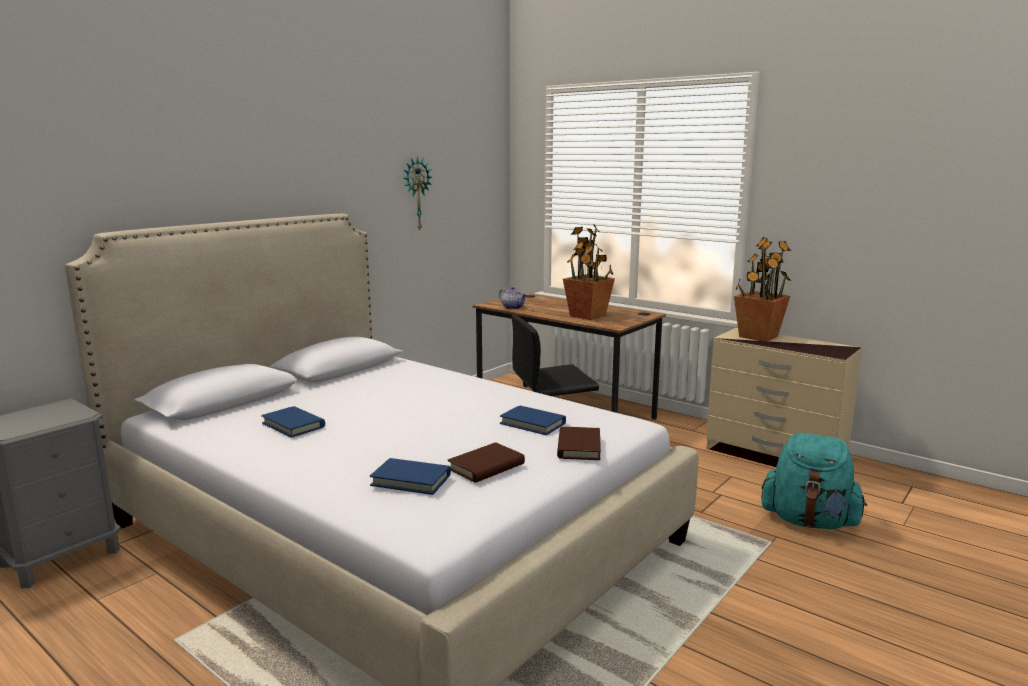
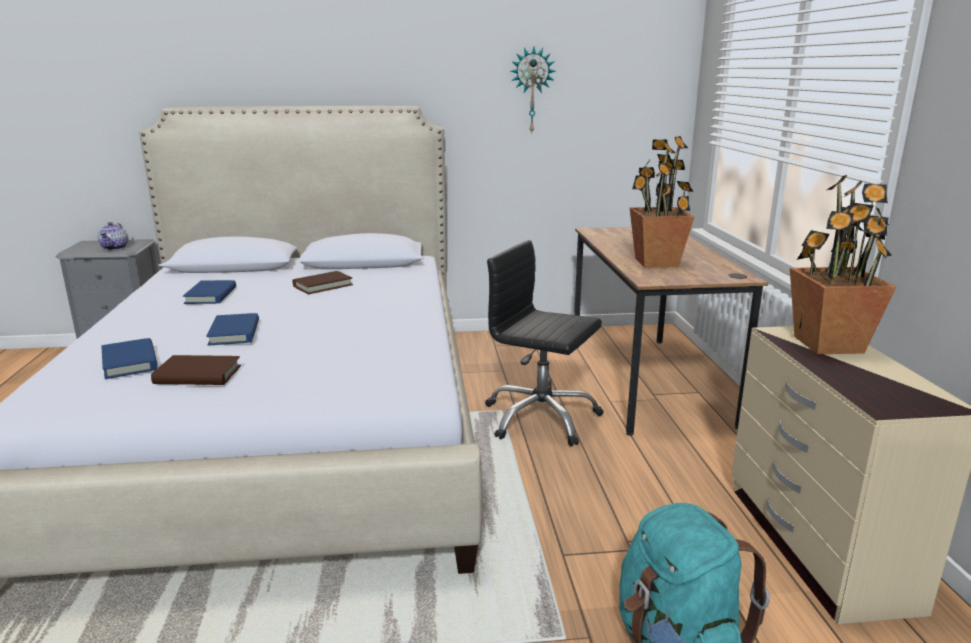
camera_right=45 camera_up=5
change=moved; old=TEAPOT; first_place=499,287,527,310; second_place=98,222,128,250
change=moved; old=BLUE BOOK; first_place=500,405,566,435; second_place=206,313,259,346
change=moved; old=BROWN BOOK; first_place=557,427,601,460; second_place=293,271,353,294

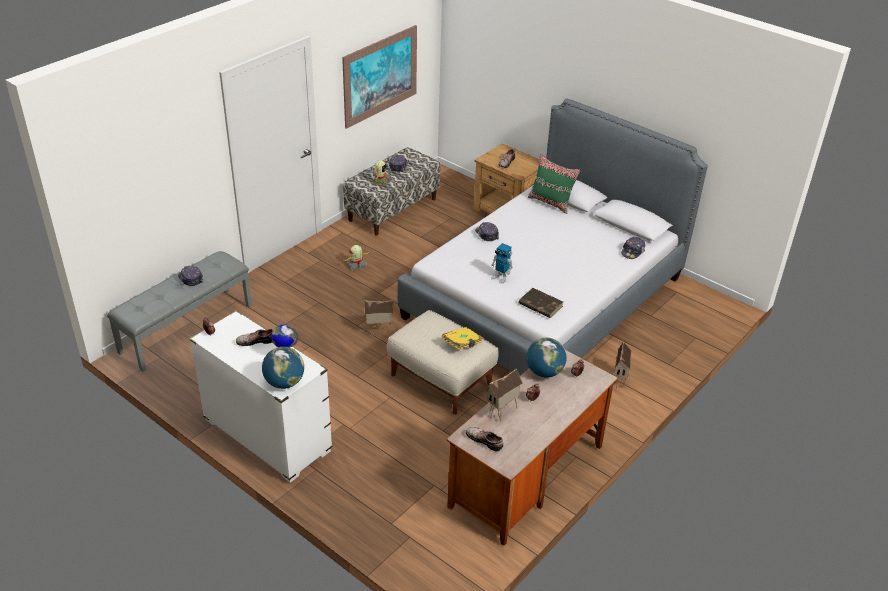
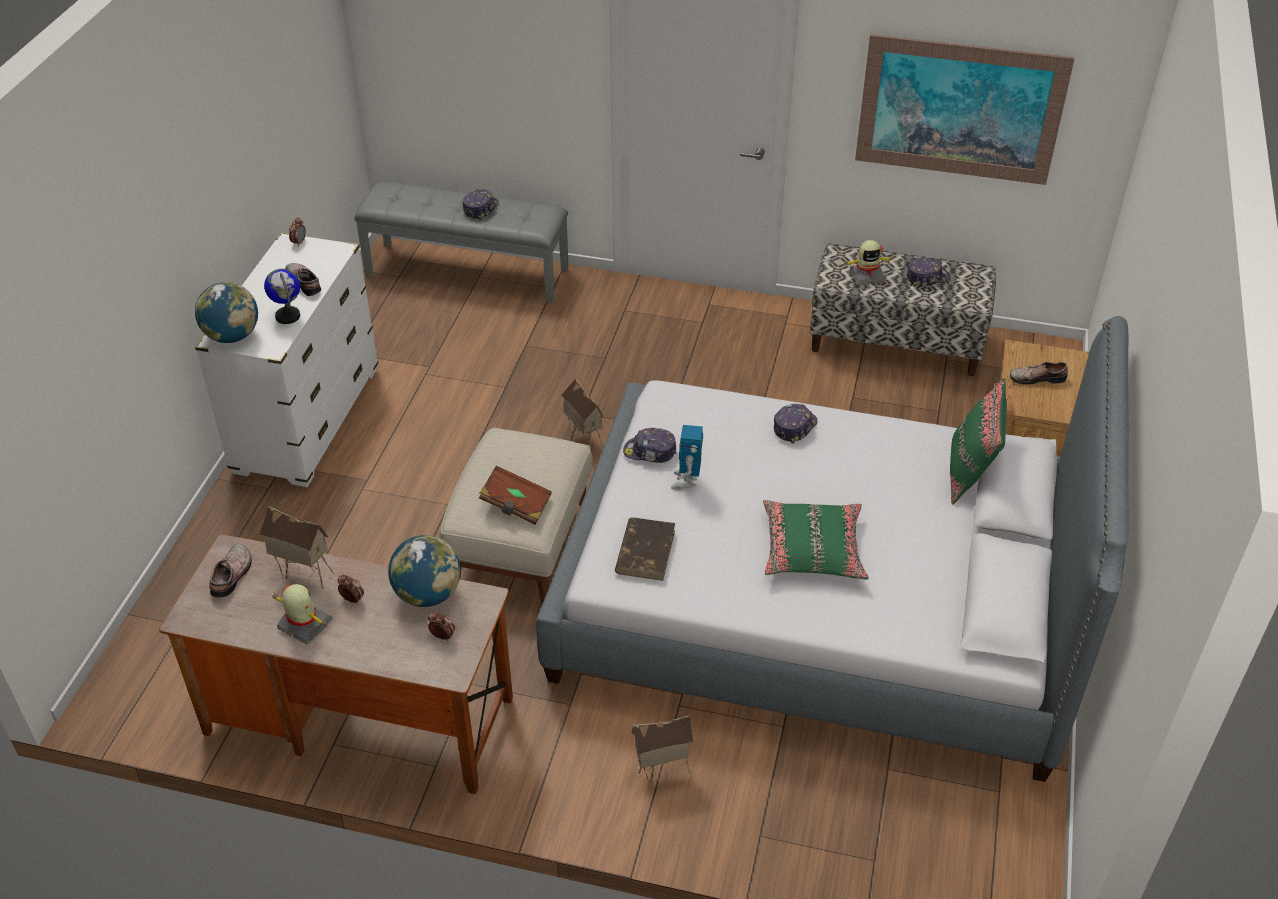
camera_right=65 camera_up=5
change=moved; old=TOY ROBOT; first_place=343,245,370,271; second_place=271,584,333,645
change=recoloured; old=YELLOW BOOK; new=BROWN BOOK; first_place=442,327,483,350; second_place=479,466,552,524
change=moved; old=CAP; first_place=621,237,645,259; second_place=623,428,676,463
change=added; new=GREEN PILLOW; second_place=763,500,869,580

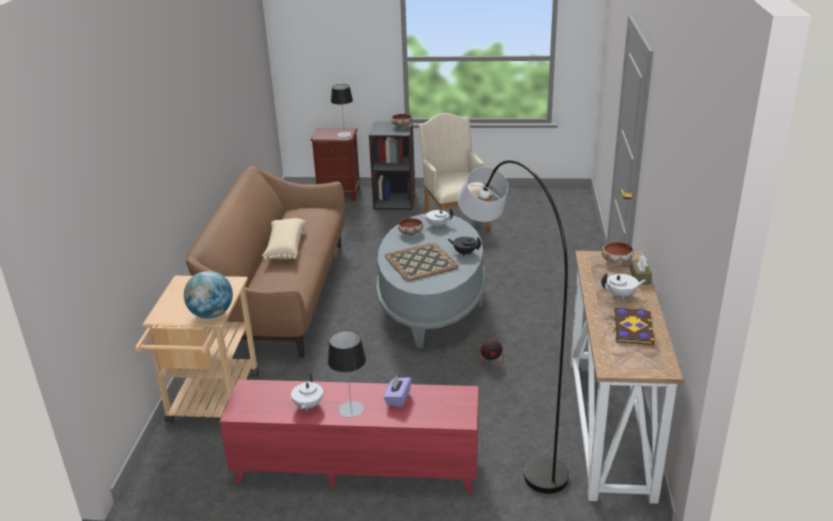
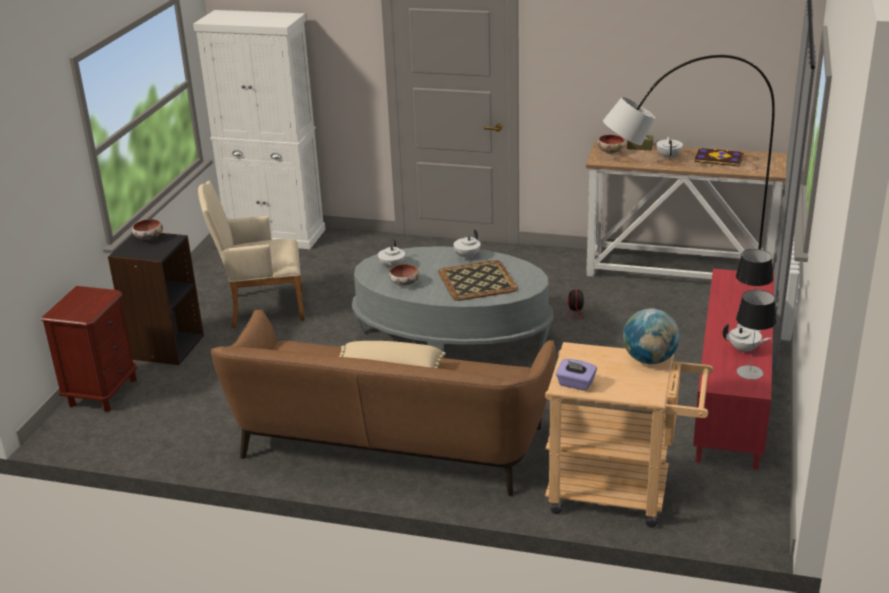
camera_right=-80 camera_up=0
change=added; new=WHITE CABINET; second_place=193,10,326,249
change=recoloured; old=BLACK TEAPOT; new=WHITE TEAPOT; first_place=448,236,481,256; second_place=453,230,481,260
change=moved; old=PURPLE TISSUE BOX; first_place=384,375,411,408; second_place=556,359,597,391
change=moved; old=TABLE LAMP; first_place=331,84,353,137; second_place=736,290,776,379

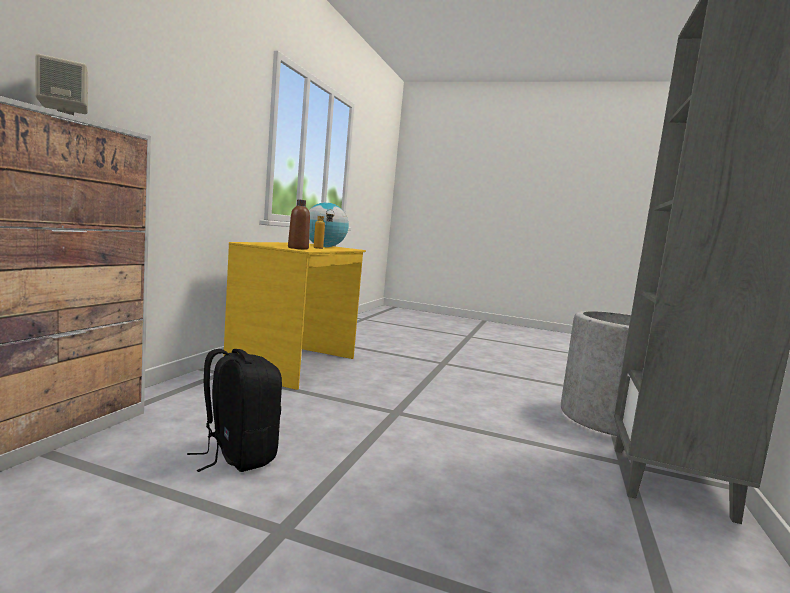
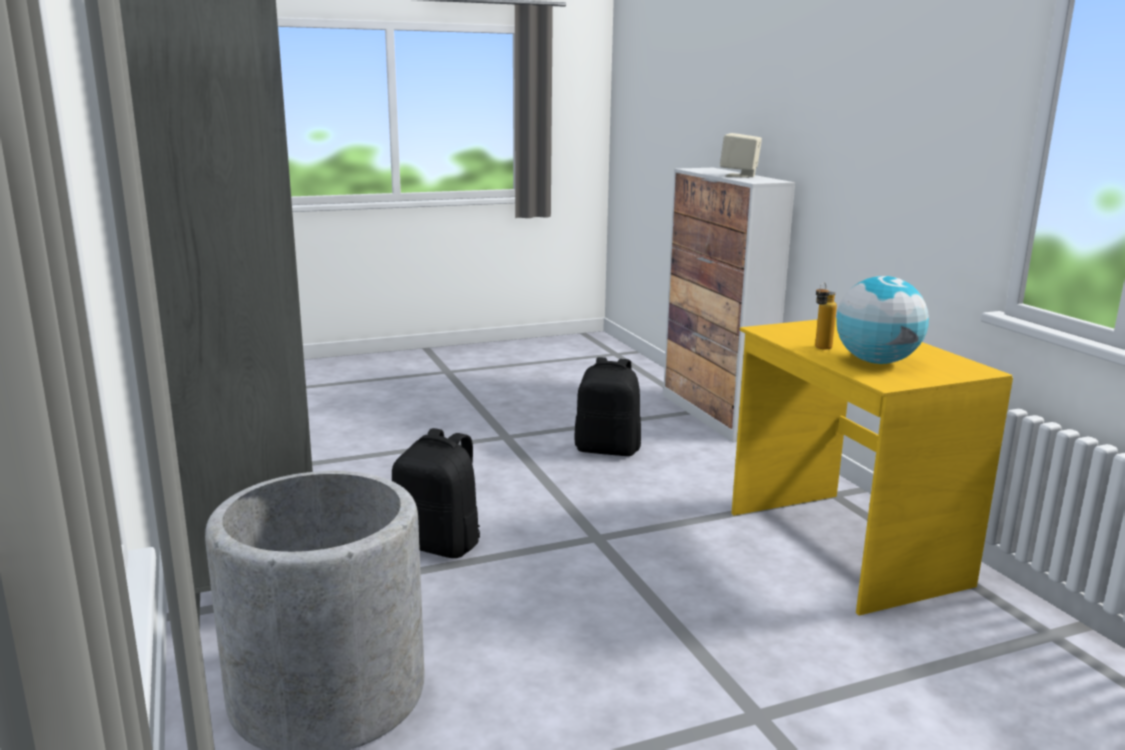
camera_right=140 camera_up=10
change=added; new=BLACK BACKPACK; second_place=392,428,480,558
change=removed; old=BROWN BOTTLE; first_place=288,199,310,250

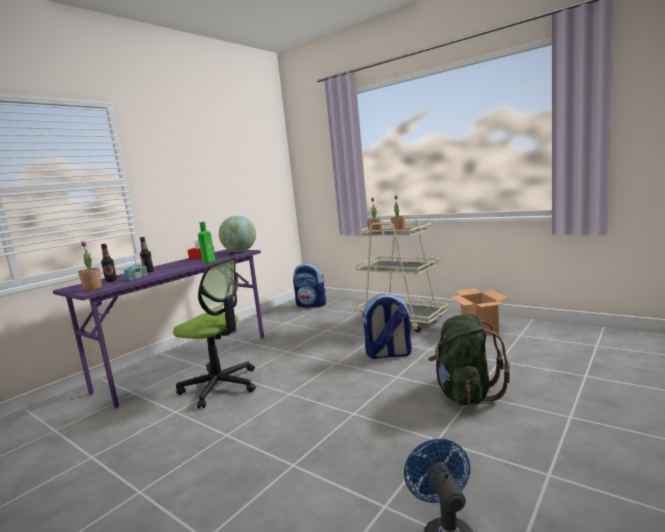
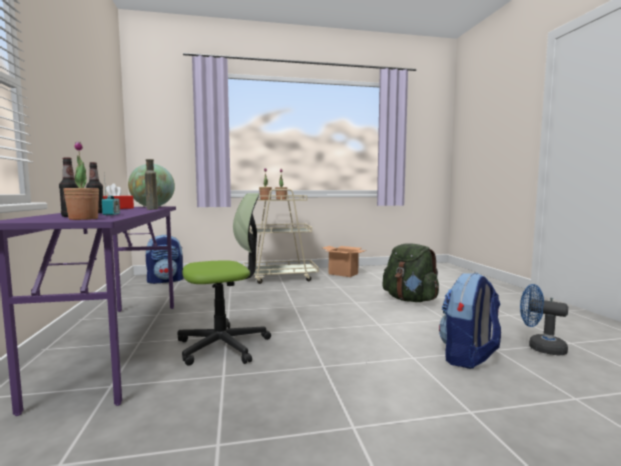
camera_right=-50 camera_up=-5
change=recoloured; old=GREEN BOTTLE; new=BROWN BOTTLE; first_place=198,222,215,263; second_place=145,159,158,210
change=moved; old=BACKPACK; first_place=362,294,412,359; second_place=439,273,501,369

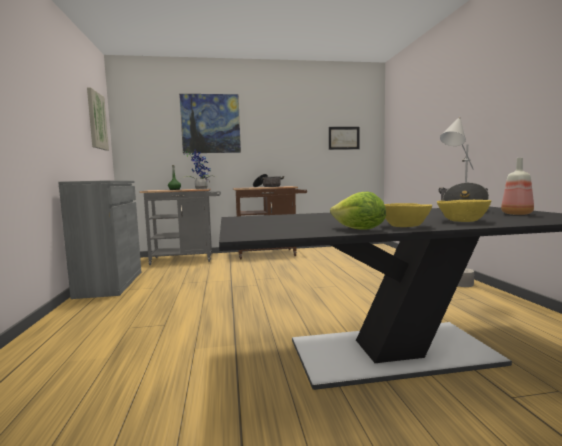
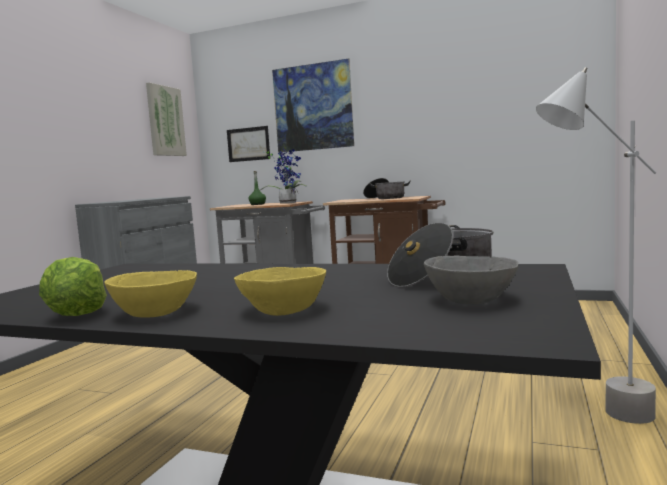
camera_right=30 camera_up=0
change=moved; old=PICTURE; first_place=329,127,359,150; second_place=227,126,270,162
change=replaced; old=BOTTLE; new=GREY BOWL; first_place=501,158,534,215; second_place=424,255,518,304

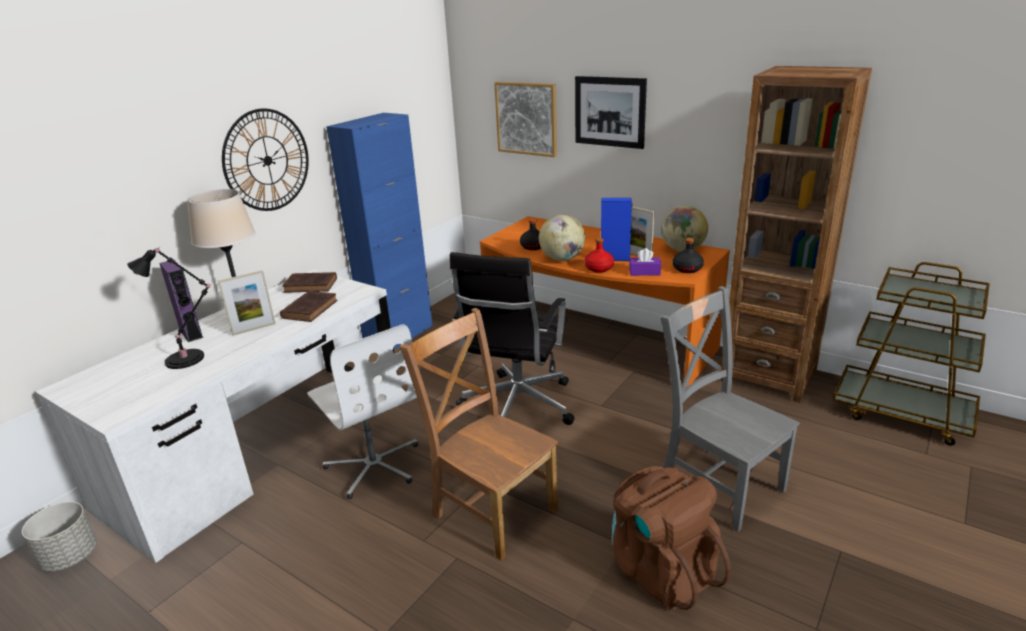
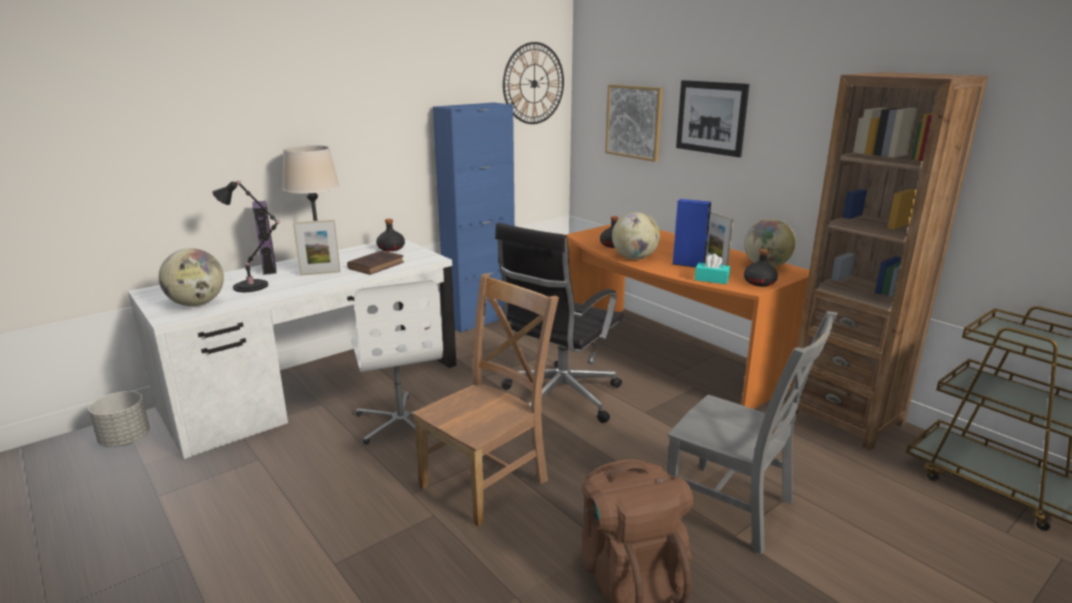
camera_right=15 camera_up=-5
change=added; new=GLOBE; second_place=159,248,224,306
change=replaced; old=BROWN BOOK; new=BLACK BOTTLE; first_place=282,272,337,293; second_place=376,219,405,251
change=turned; old=BROWN CHAIR; first_place=400,308,558,560; second_place=412,273,559,527; degrees=75
change=moved; old=WALL CLOCK; first_place=222,108,309,211; second_place=503,42,564,124
change=turned; old=GREY CHAIR; first_place=660,286,800,532; second_place=667,311,837,554; degrees=150
change=recoloured; old=PURPLE TISSUE BOX; new=TURQUOISE TISSUE BOX; first_place=629,248,661,276; second_place=695,254,730,284
change=removed; old=RED BOTTLE; first_place=585,238,614,273

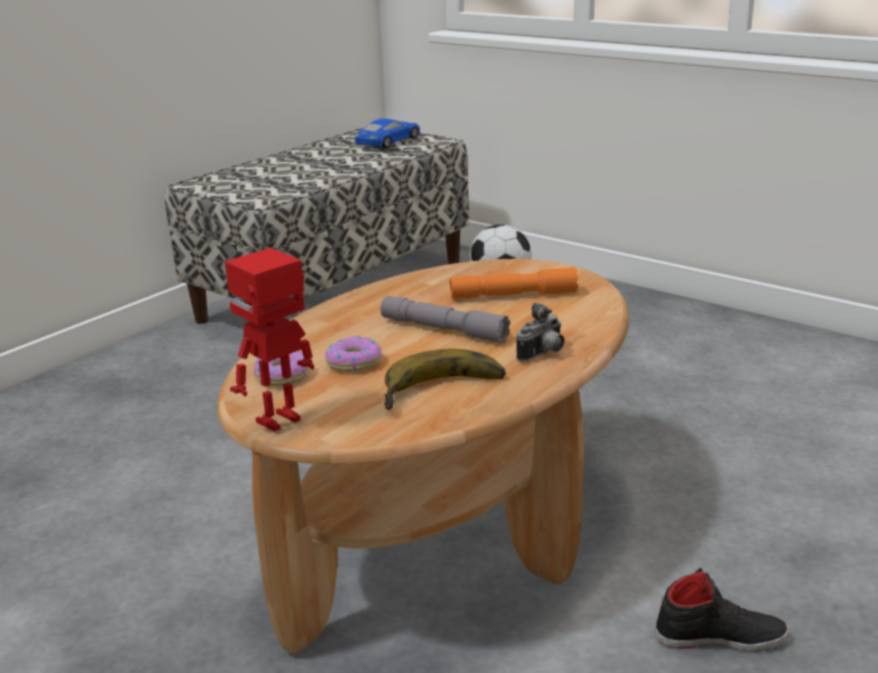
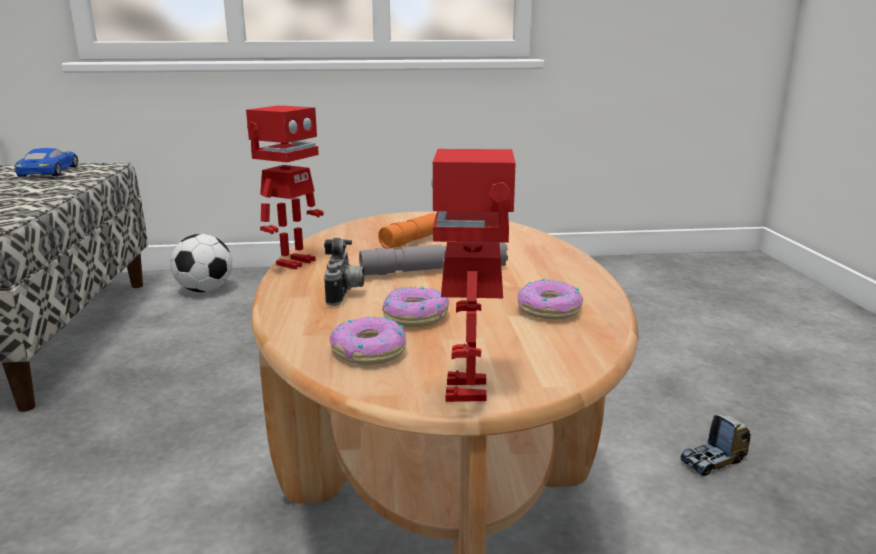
camera_right=-45 camera_up=-5
change=added; new=TOY ROBOT; second_place=246,105,324,269
change=moved; old=PHOTO CAMERA; first_place=516,303,564,362; second_place=324,238,364,306
change=replaced; old=BANANA; new=DONUT; first_place=384,349,506,410; second_place=517,279,583,319
change=replaced; old=BLACK SHOE; new=TOY TRUCK; first_place=655,568,789,651; second_place=681,415,751,476

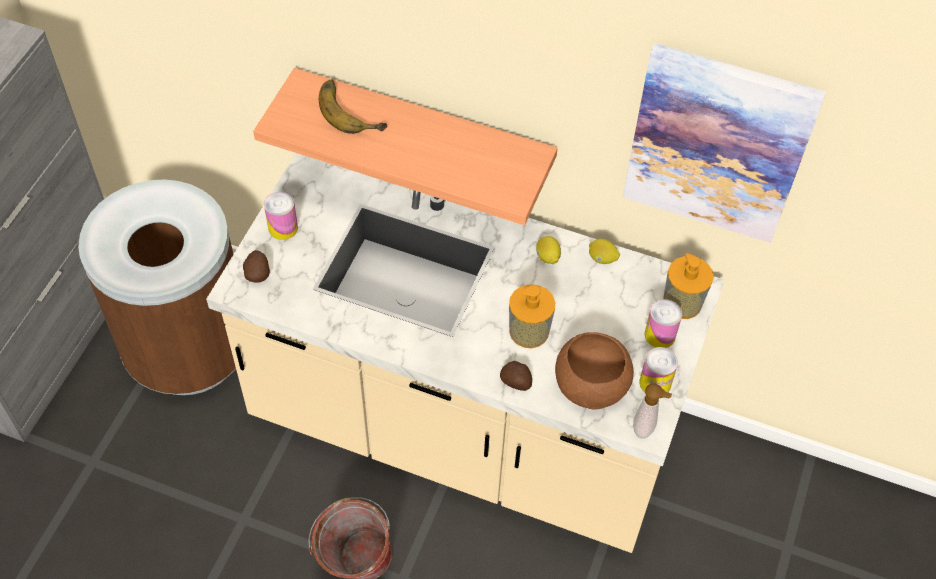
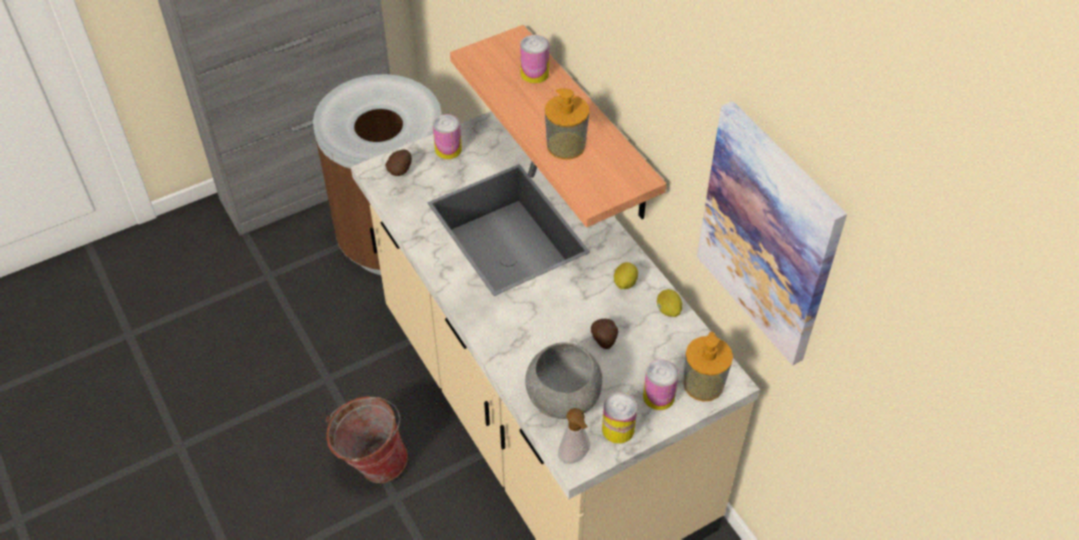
camera_right=40 camera_up=-5
change=replaced; old=BANANA; new=CAN; first_place=319,79,387,134; second_place=520,35,549,84
change=recoloured; old=BROWN BOWL; new=GREY BOWL; first_place=555,332,634,409; second_place=525,342,602,419
change=moved; old=SOAP DISPENSER; first_place=509,284,555,348; second_place=545,88,589,159
change=moved; old=POTATO; first_place=500,361,532,391; second_place=591,319,618,349

